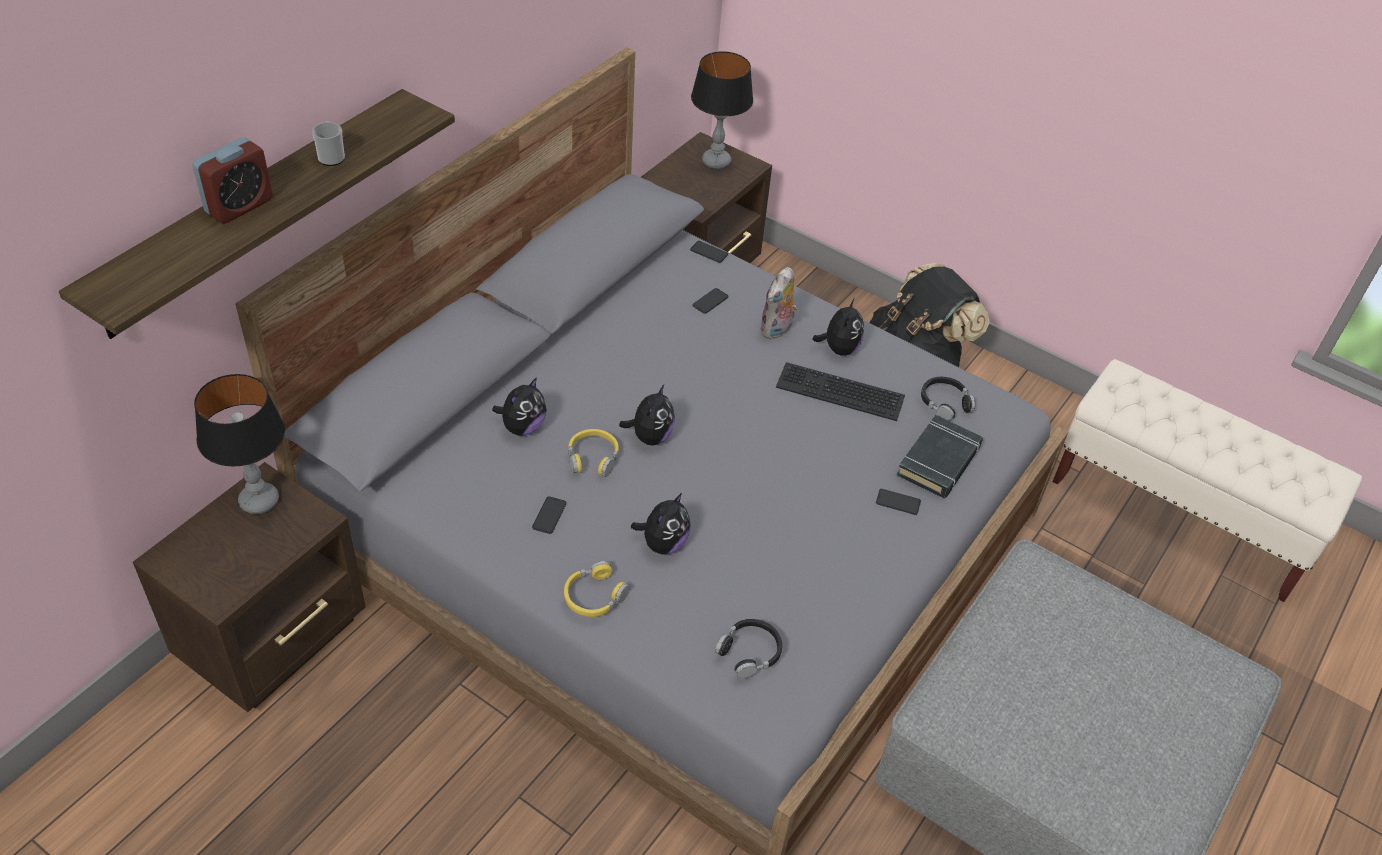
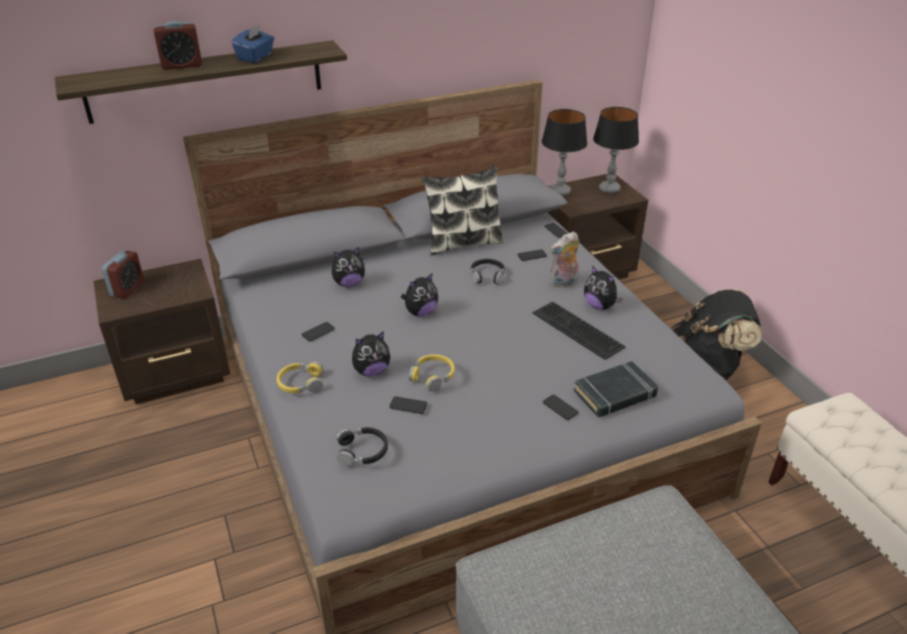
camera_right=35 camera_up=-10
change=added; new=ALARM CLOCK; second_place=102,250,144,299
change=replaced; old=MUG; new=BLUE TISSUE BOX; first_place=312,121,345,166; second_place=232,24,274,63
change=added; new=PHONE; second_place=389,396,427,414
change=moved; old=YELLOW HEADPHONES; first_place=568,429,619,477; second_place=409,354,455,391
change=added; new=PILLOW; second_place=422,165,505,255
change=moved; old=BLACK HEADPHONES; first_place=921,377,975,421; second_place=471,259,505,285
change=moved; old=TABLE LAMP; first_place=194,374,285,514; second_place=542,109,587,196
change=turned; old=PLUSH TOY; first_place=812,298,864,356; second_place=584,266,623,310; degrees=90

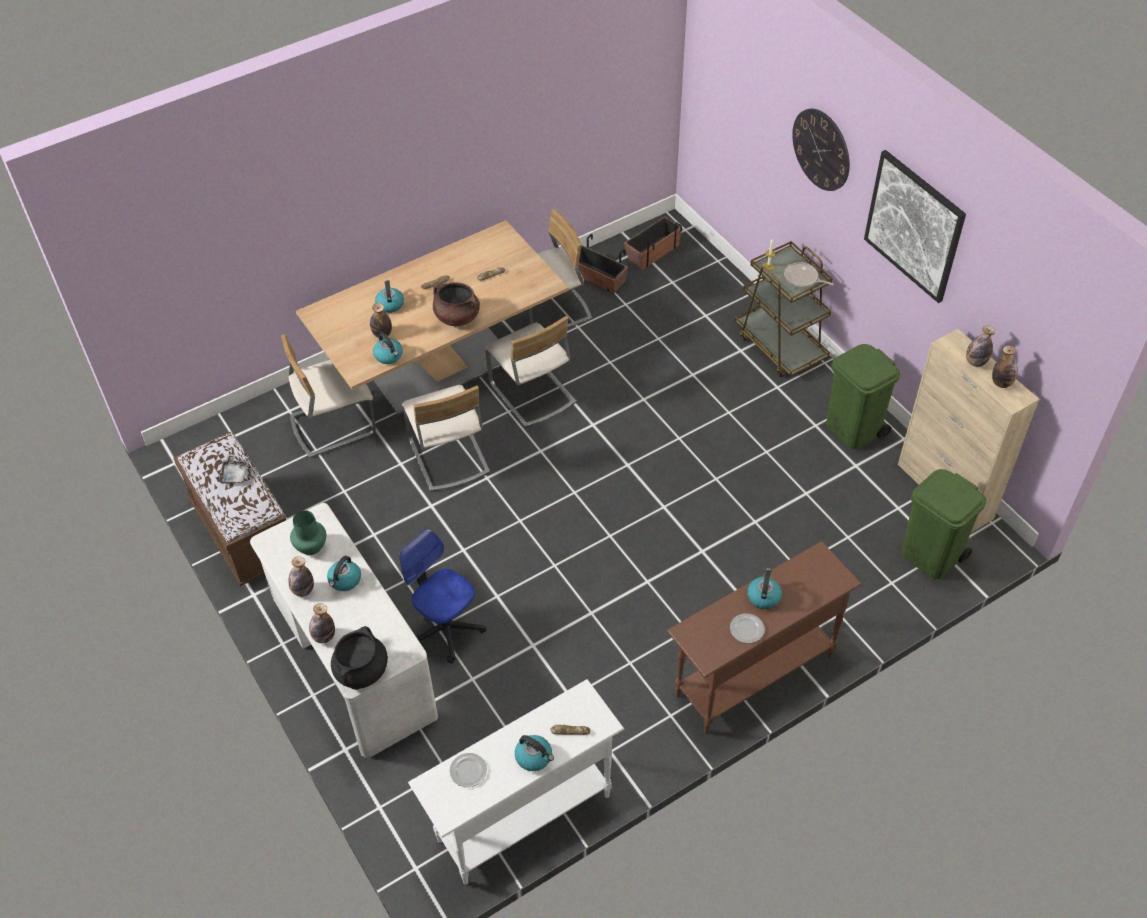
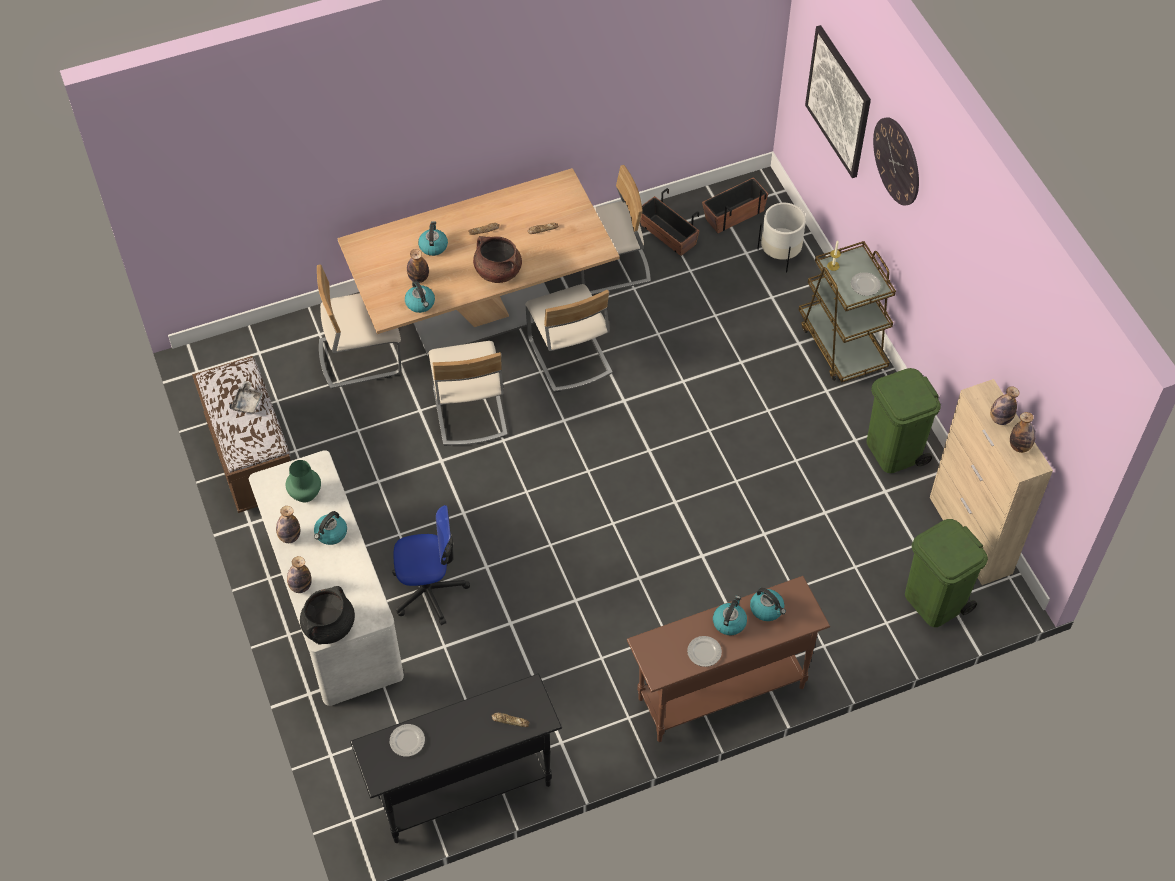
camera_right=10 camera_up=5
change=recoloured; old=WHITE CONSOLE TABLE; new=BLACK CONSOLE TABLE; first_place=408,679,624,885; second_place=350,673,562,843
change=turned; old=OFFICE CHAIR; first_place=399,529,486,663; second_place=392,505,470,625; degrees=120
change=moved; old=KETTLE; first_place=515,735,554,771; second_place=750,588,786,621
change=added; new=WHITE PLANTER; second_place=757,203,806,273
change=moved; old=PICTURE; first_place=864,150,966,303; second_place=805,25,871,178
change=replaced; old=FRYING PAN; new=PLATE; first_place=784,263,833,287; second_place=851,272,881,296

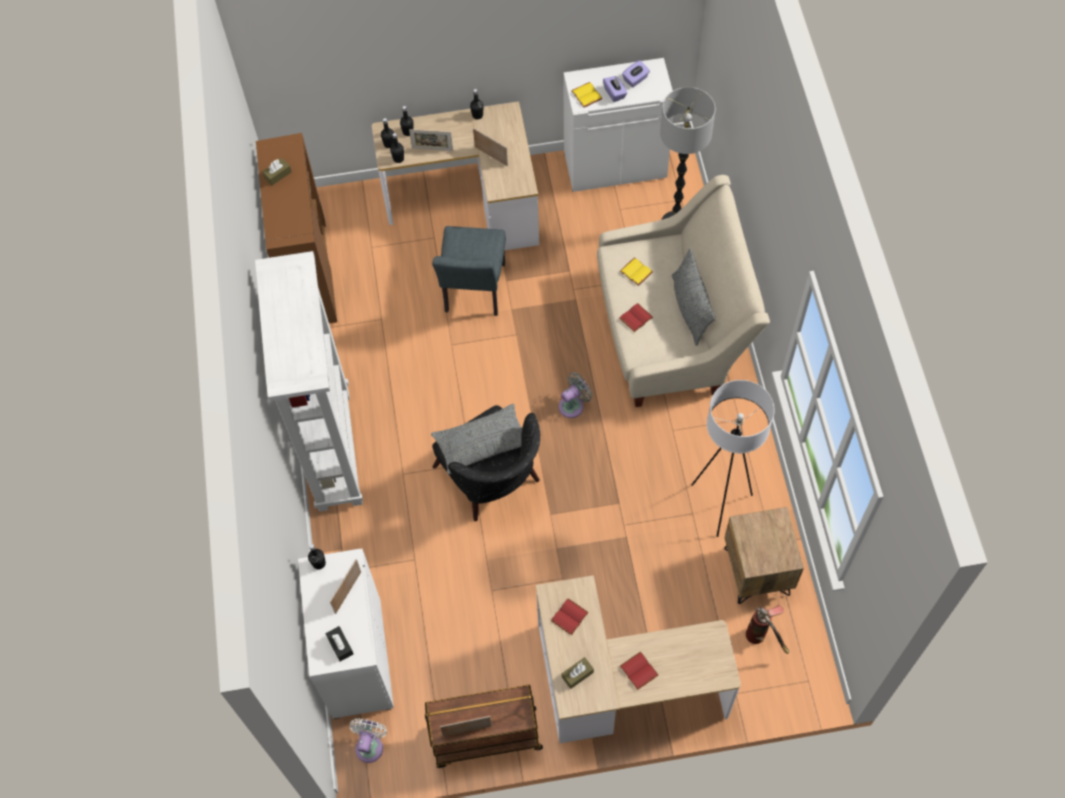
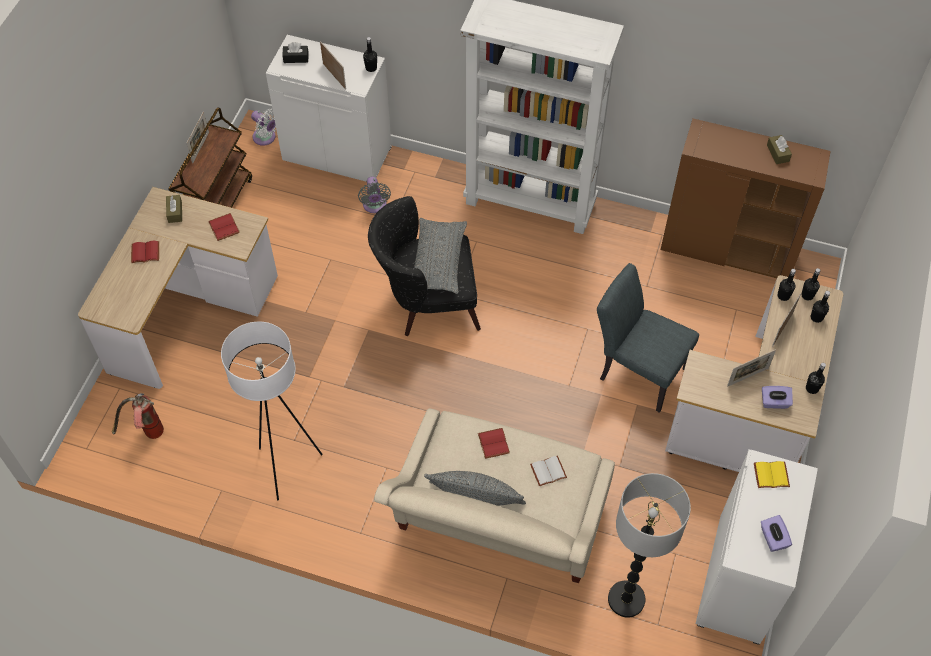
camera_right=115 camera_up=-5
change=moved; old=GREY FAN; first_place=559,372,592,418; second_place=358,177,391,213
change=recoloured; old=YELLOW BOOK; new=WHITE BOOK; first_place=620,258,653,286; second_place=530,456,567,486
change=moved; old=PURPLE TISSUE BOX; first_place=603,76,627,102; second_place=762,386,793,409
change=removed; old=BROWN NIGHTSTAND; first_place=724,507,804,604

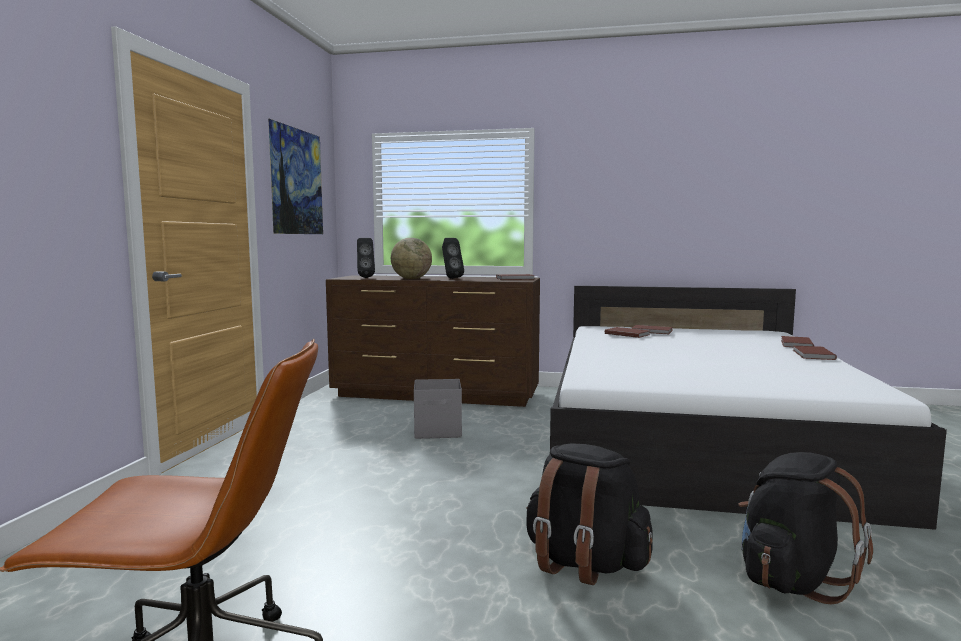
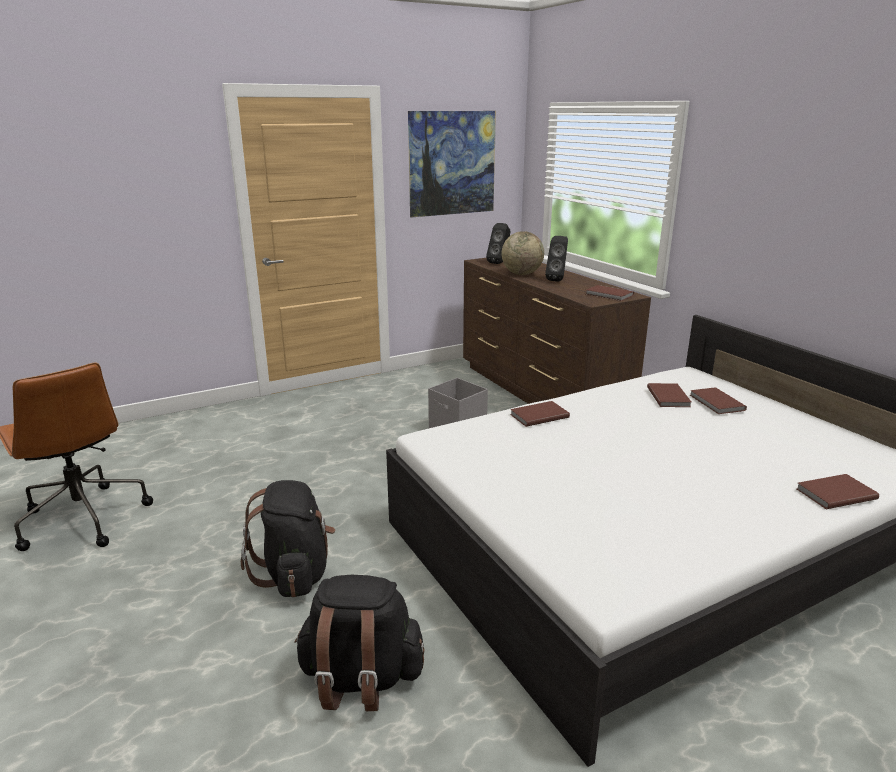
camera_right=50 camera_up=15
change=moved; old=BROWN BOOK; first_place=793,345,837,360; second_place=510,401,570,427

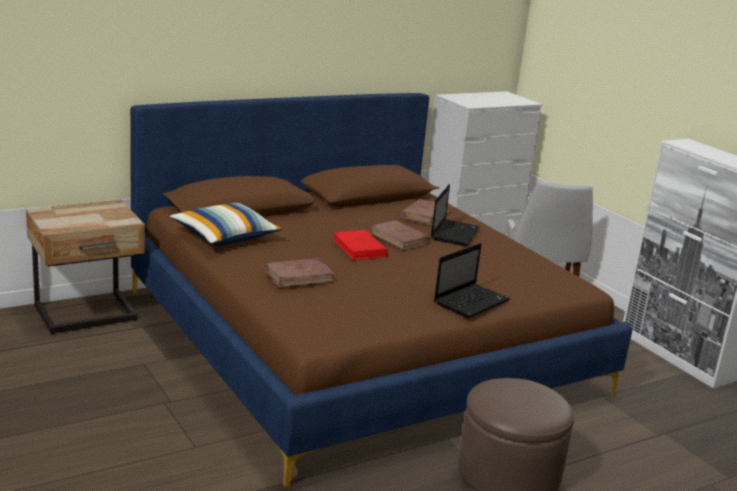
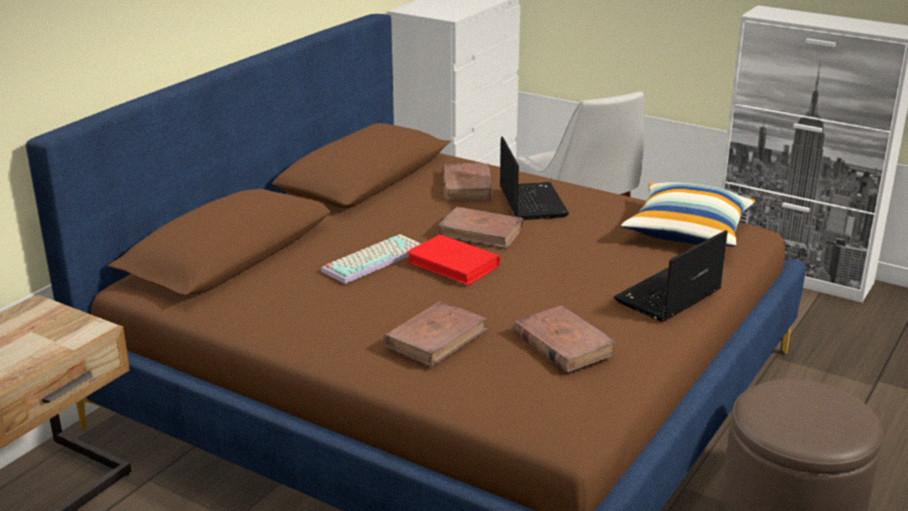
camera_right=-25 camera_up=5
change=added; new=KEYBOARD; second_place=321,234,420,284
change=added; new=BROWN BOOK; second_place=513,305,617,372
change=turned; old=LAPTOP; first_place=434,243,510,318; second_place=614,230,728,321; degrees=-150
change=moved; old=PILLOW; first_place=170,203,282,246; second_place=621,182,756,246

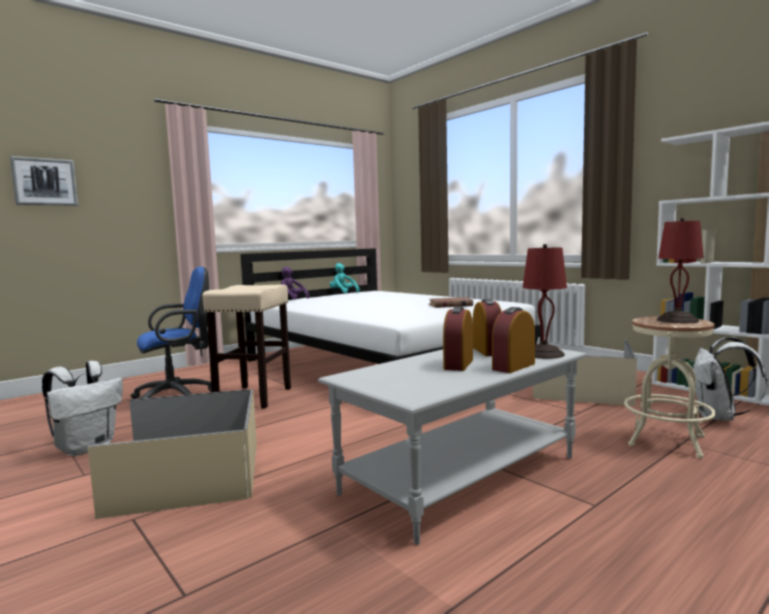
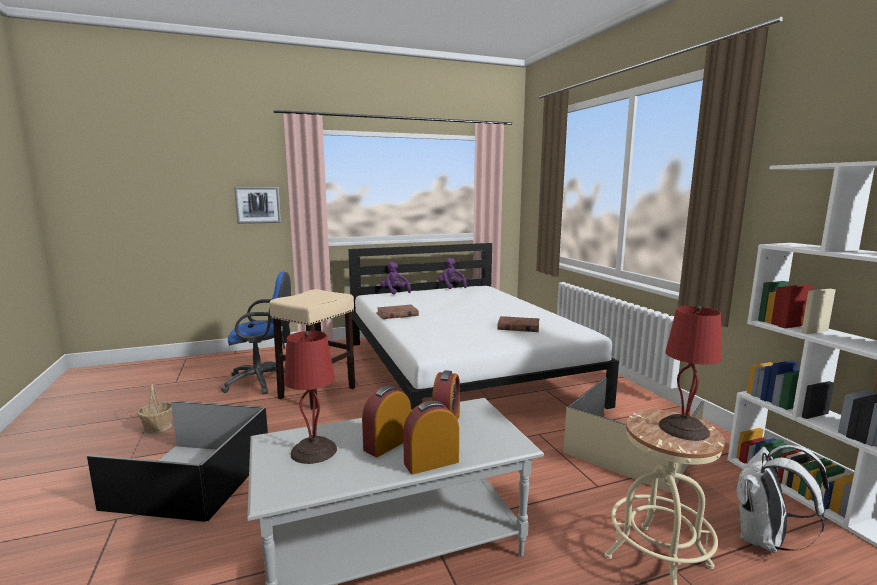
camera_right=20 camera_up=5
change=recoloured; old=BEIGE STORAGE BOX; new=BLACK STORAGE BOX; first_place=87,389,257,519; second_place=87,401,268,522
change=replaced; old=WHITE BACKPACK; new=BASKET; first_place=42,361,123,456; second_place=137,384,172,434
change=moved; old=PICTURE; first_place=10,156,78,206; second_place=234,187,281,224
change=moved; old=RED TABLE LAMP; first_place=523,244,567,359; second_place=284,331,337,464
change=added; new=BROWN BOOK; second_place=376,305,419,319
change=recoloured; old=TURQUOISE PLUSH TOY; new=PURPLE PLUSH TOY; first_place=329,263,360,293; second_place=438,258,467,289

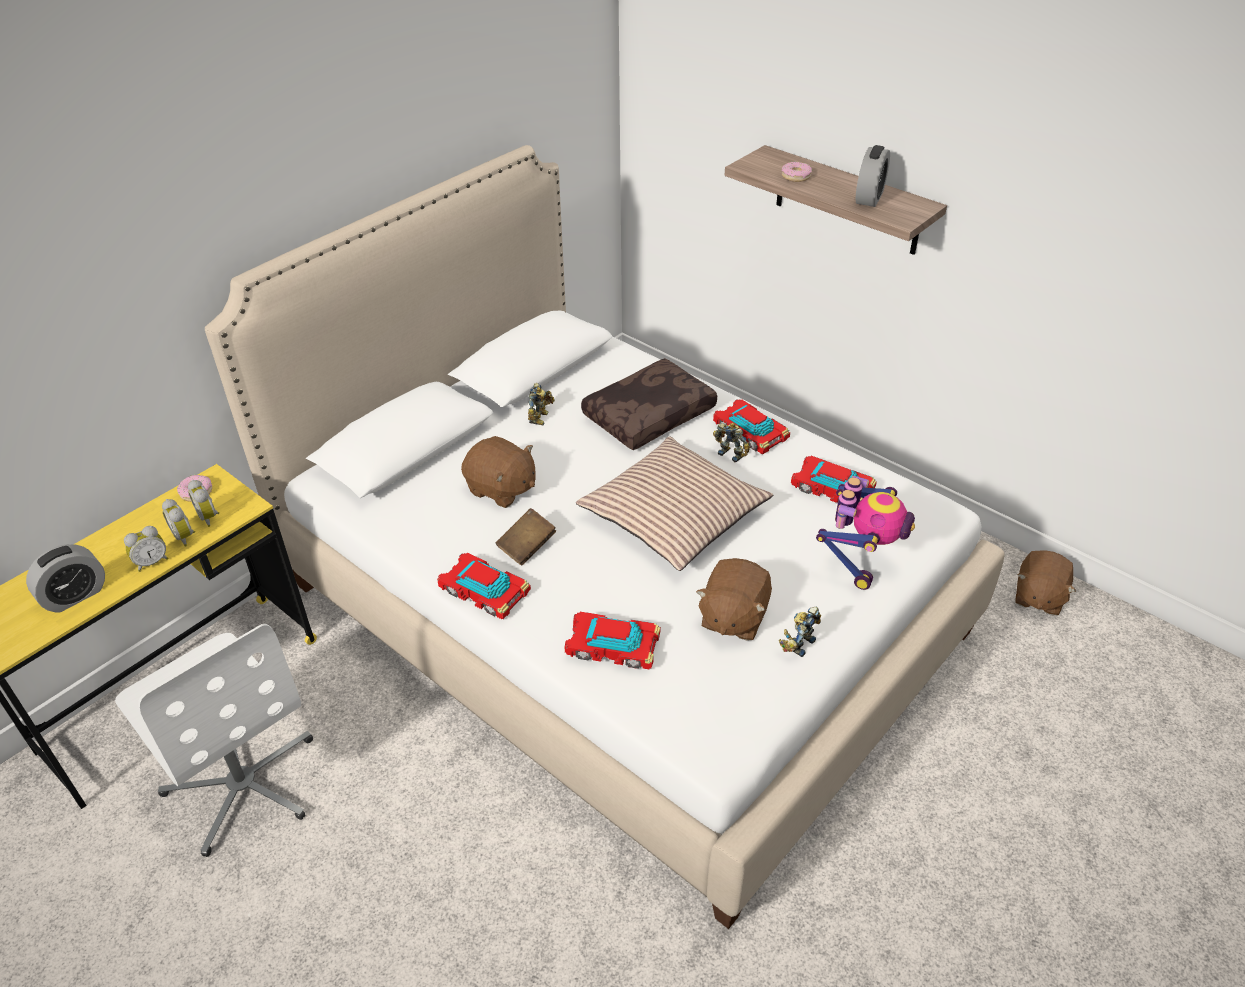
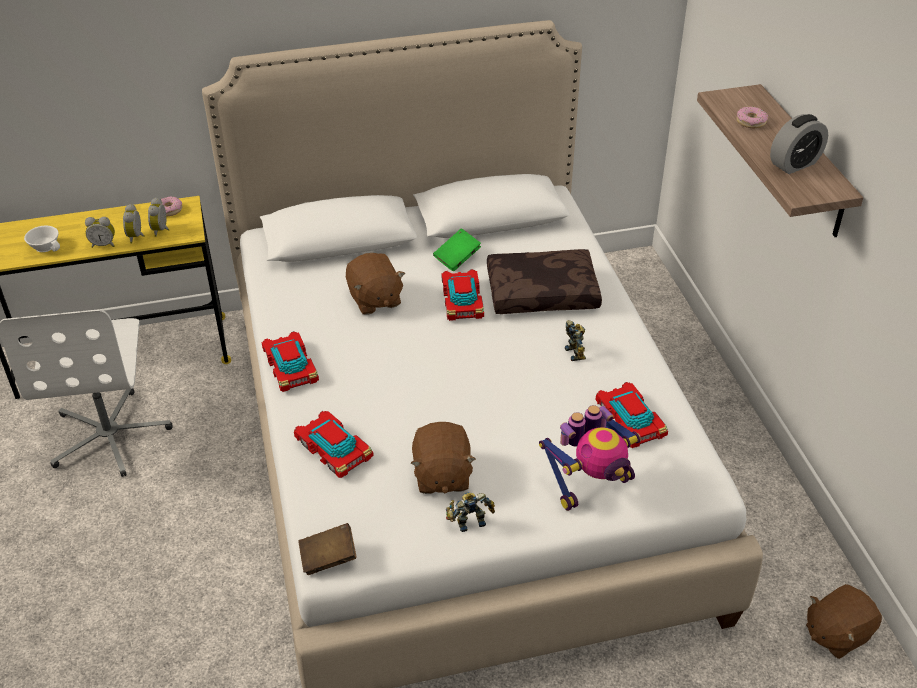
camera_right=35 camera_up=0
change=replaced; old=ALARM CLOCK; new=WHITE CUP; first_place=26,544,105,613; second_place=24,226,60,252
change=moved; old=BROWN BOOK; first_place=496,508,556,565; second_place=299,523,357,575
change=turned; old=BROWN PLUSH TOY; first_place=696,558,772,640; second_place=410,422,476,494; degrees=-60
change=replaced; old=TOY ROBOT; new=GREEN BOOK; first_place=528,383,555,425; second_place=433,228,481,271
change=moved; old=TOY CAR; first_place=713,399,790,455; second_place=442,269,484,321
change=removed; old=PILLOW; first_place=576,436,774,571

